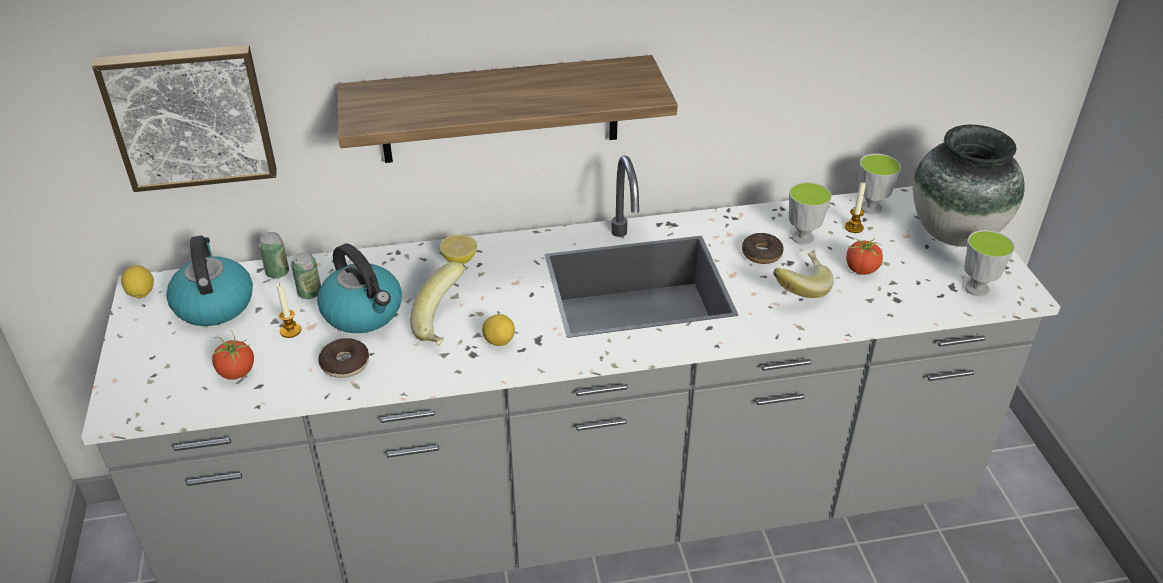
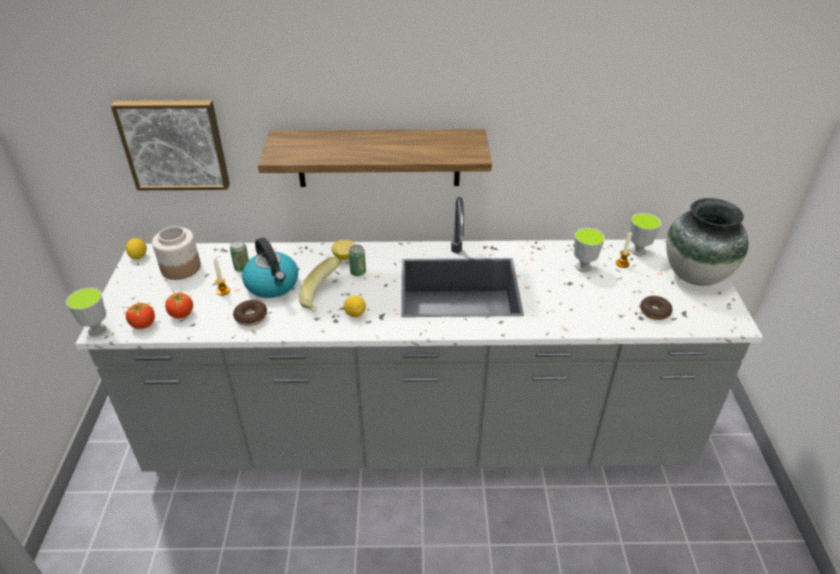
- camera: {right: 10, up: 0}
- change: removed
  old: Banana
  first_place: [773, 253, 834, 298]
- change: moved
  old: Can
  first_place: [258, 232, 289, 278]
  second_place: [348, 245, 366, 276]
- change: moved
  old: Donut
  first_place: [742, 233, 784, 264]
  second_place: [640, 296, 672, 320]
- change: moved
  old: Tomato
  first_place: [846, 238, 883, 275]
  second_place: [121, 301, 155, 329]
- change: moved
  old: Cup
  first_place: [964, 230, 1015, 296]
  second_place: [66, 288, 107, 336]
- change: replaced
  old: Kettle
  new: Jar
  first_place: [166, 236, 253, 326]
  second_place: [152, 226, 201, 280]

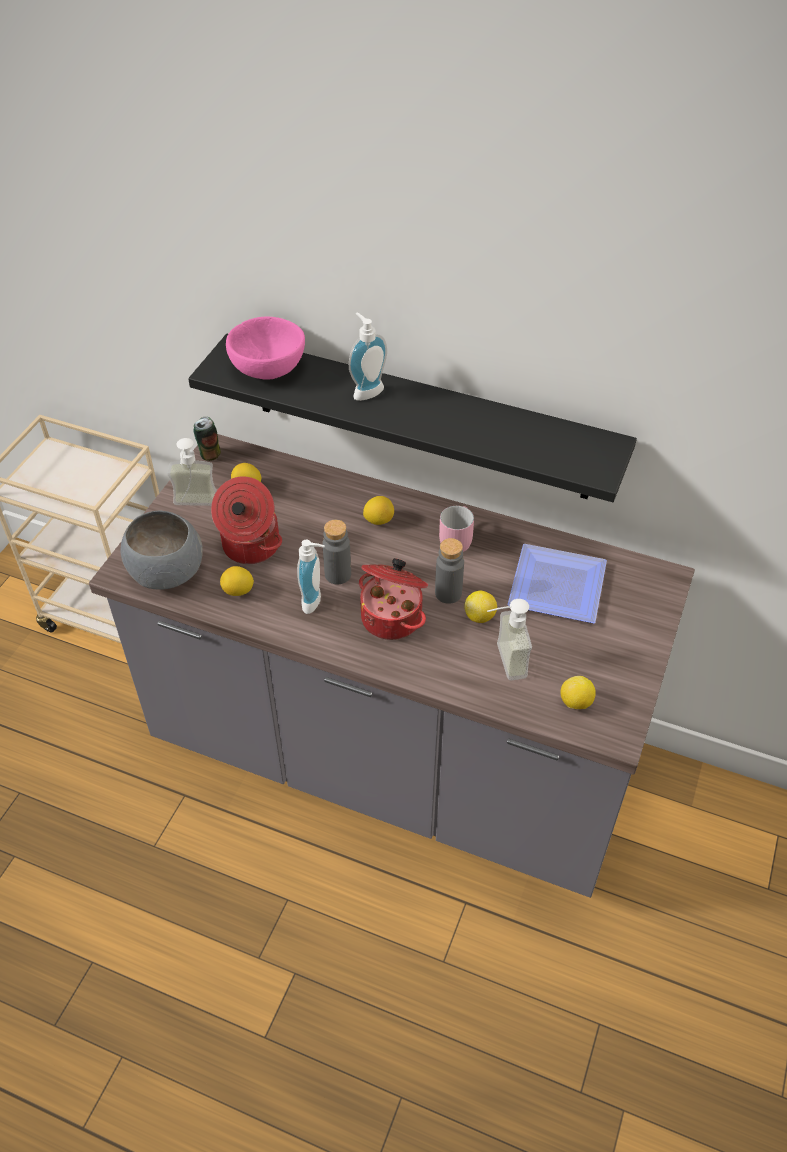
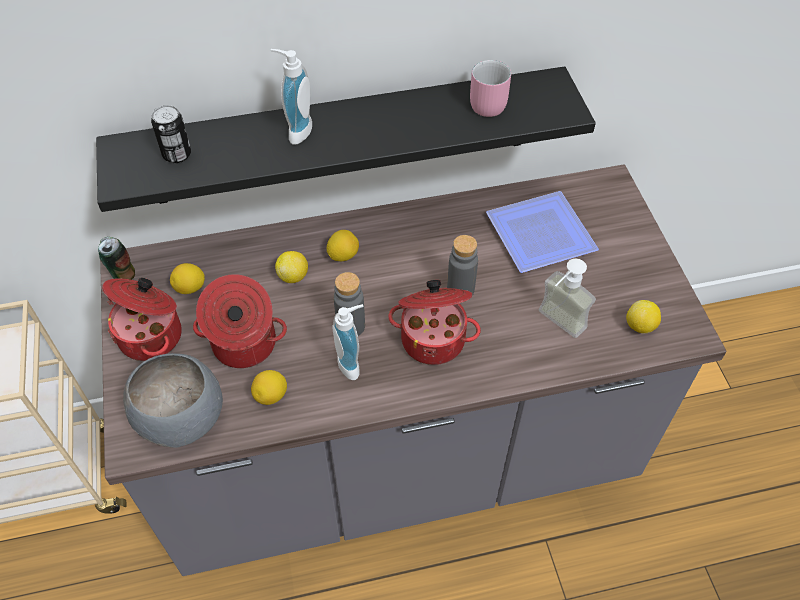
- camera: {right: -35, up: 5}
- change: moved
  old: PinkMug
  first_place: [439, 506, 474, 552]
  second_place: [470, 60, 511, 117]
- change: moved
  old: Lemon
  first_place: [464, 591, 497, 623]
  second_place: [275, 251, 308, 283]
- change: replaced
  old: SoapDispenser
  new: CookingPot
  first_place: [167, 438, 217, 506]
  second_place: [102, 278, 181, 361]
- change: replaced
  old: PinkBowl
  new: Can
  first_place: [226, 317, 305, 380]
  second_place: [151, 105, 191, 163]

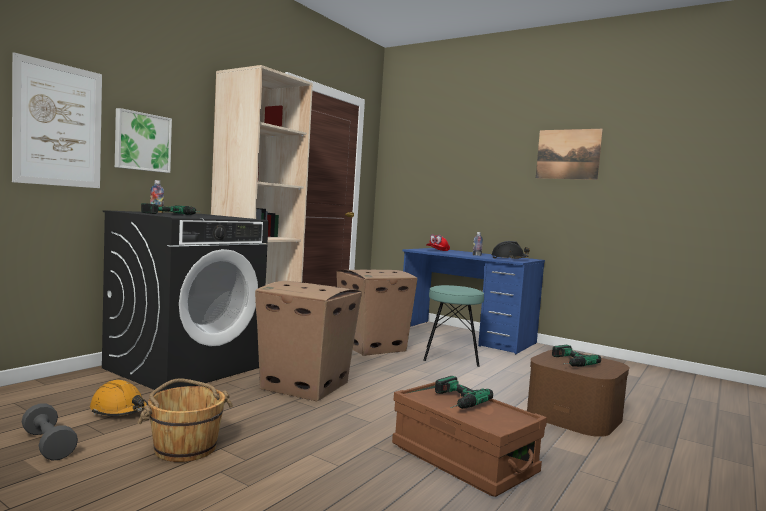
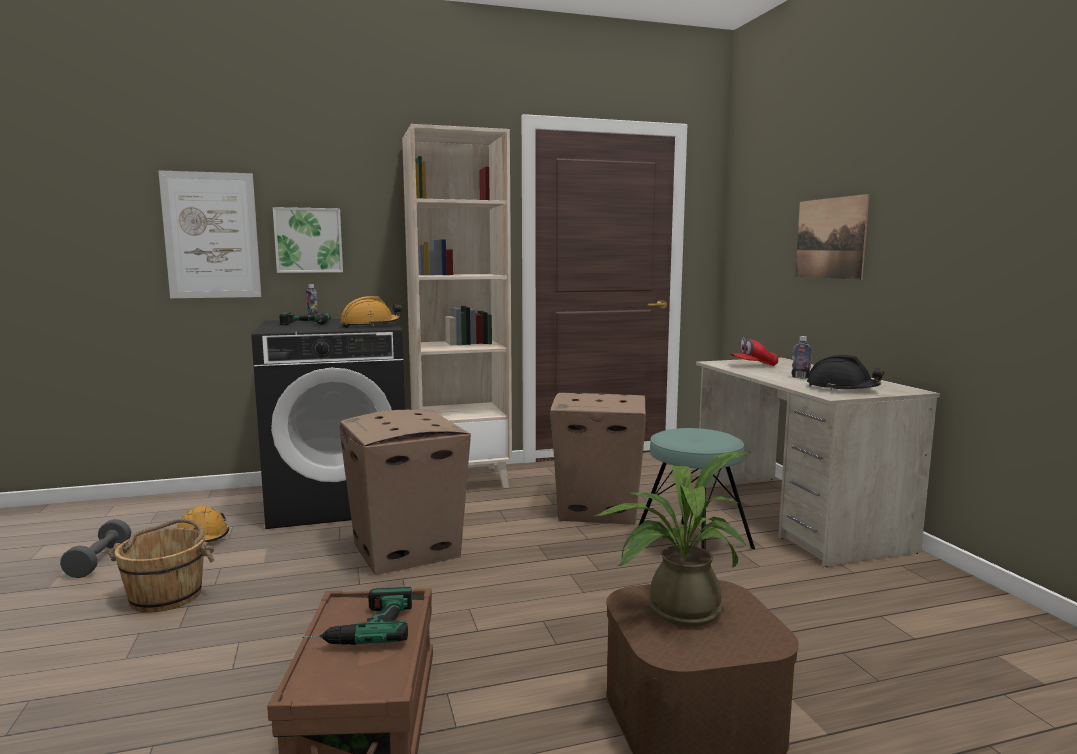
- camera: {right: 40, up: 5}
- change: added
  new: OrangeHardHat
  second_place: [340, 296, 402, 328]
- change: moved
  old: Picture
  first_place: [536, 129, 603, 180]
  second_place: [795, 194, 869, 280]
- change: replaced
  old: PowerDrill
  new: PottedPlant
  first_place: [552, 345, 601, 367]
  second_place: [594, 451, 751, 627]
- change: recoloured
  old: BlueDesk
  new: BeigeDesk
  first_place: [403, 248, 545, 355]
  second_place: [696, 357, 940, 567]

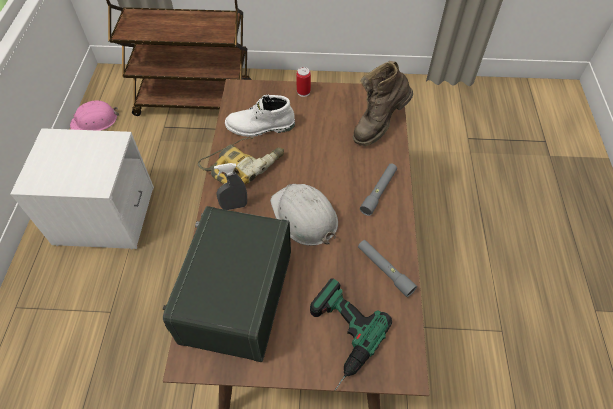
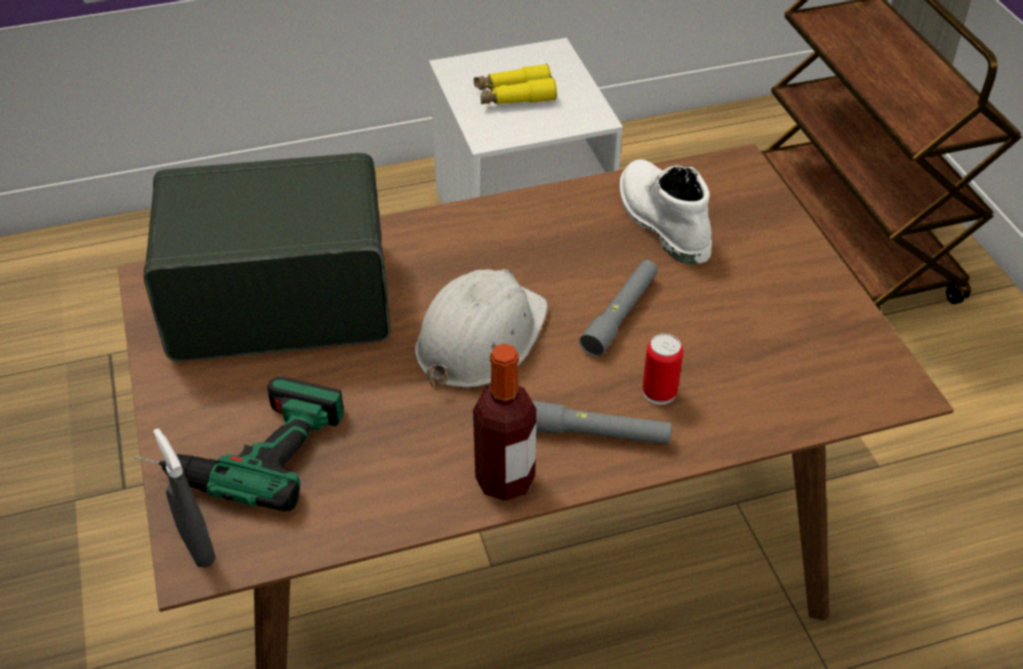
- camera: {right: 70, up: -10}
- change: removed
  old: PinkHardHat
  first_place: [70, 100, 119, 131]
- change: removed
  old: PowerDrill
  first_place: [198, 137, 284, 184]
- change: removed
  old: BrownBoot
  first_place: [353, 61, 413, 146]
- change: added
  new: Bottle
  second_place: [473, 344, 536, 501]
- change: added
  new: YellowBinoculars
  second_place: [474, 64, 557, 104]
- change: moved
  old: GreySprayBottle
  first_place: [214, 163, 247, 210]
  second_place: [153, 428, 216, 568]
- change: moved
  old: Can
  first_place: [296, 67, 311, 97]
  second_place: [643, 334, 683, 405]
- change: moved
  old: GreyFlashlight
  first_place: [358, 240, 417, 297]
  second_place: [579, 260, 658, 357]

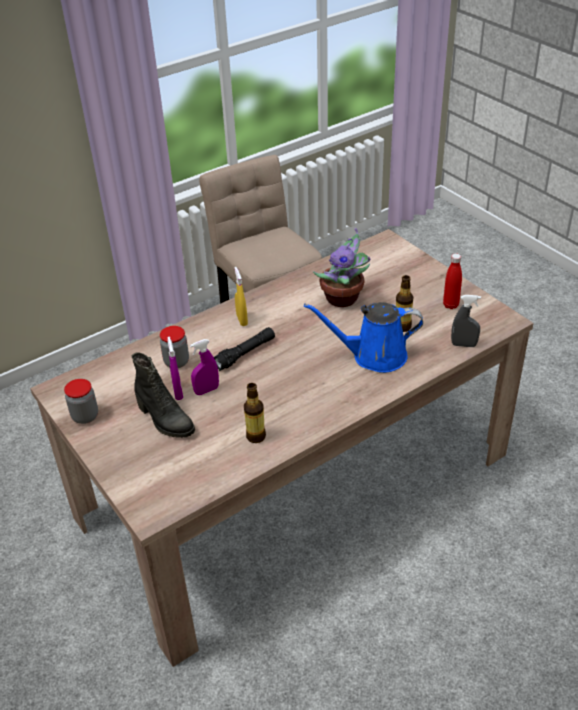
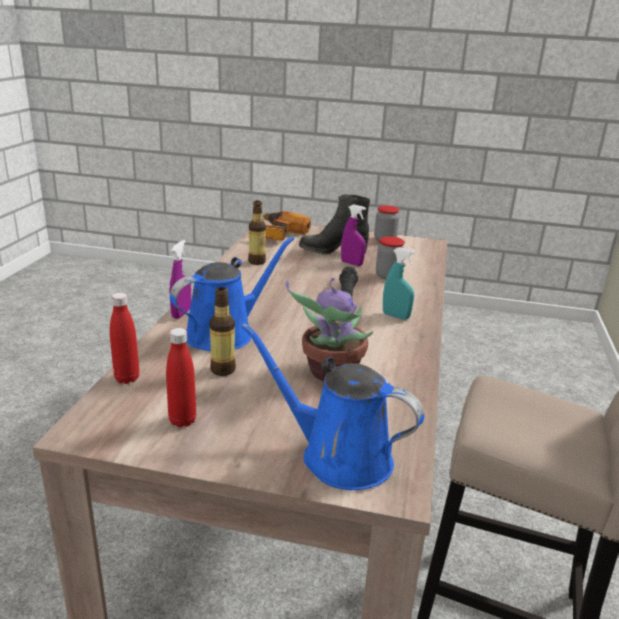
- camera: {right: 135, up: -15}
- change: added
  new: BlueWateringCan
  second_place: [241, 323, 424, 490]
- change: added
  new: PowerDrill
  second_place: [262, 211, 311, 241]
- change: moved
  old: PurpleSprayBottle
  first_place: [190, 339, 219, 395]
  second_place: [169, 240, 191, 319]
- change: replaced
  old: GreySprayBottle
  new: RedBottle
  first_place: [451, 295, 481, 347]
  second_place: [110, 293, 139, 384]
- change: recoloured
  old: YellowSprayBottle
  new: TurquoiseSprayBottle
  first_place: [234, 267, 248, 326]
  second_place: [383, 247, 416, 320]

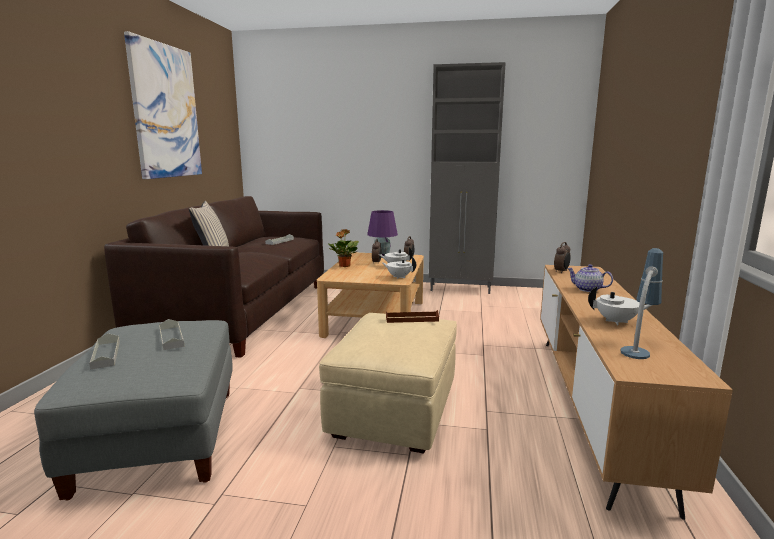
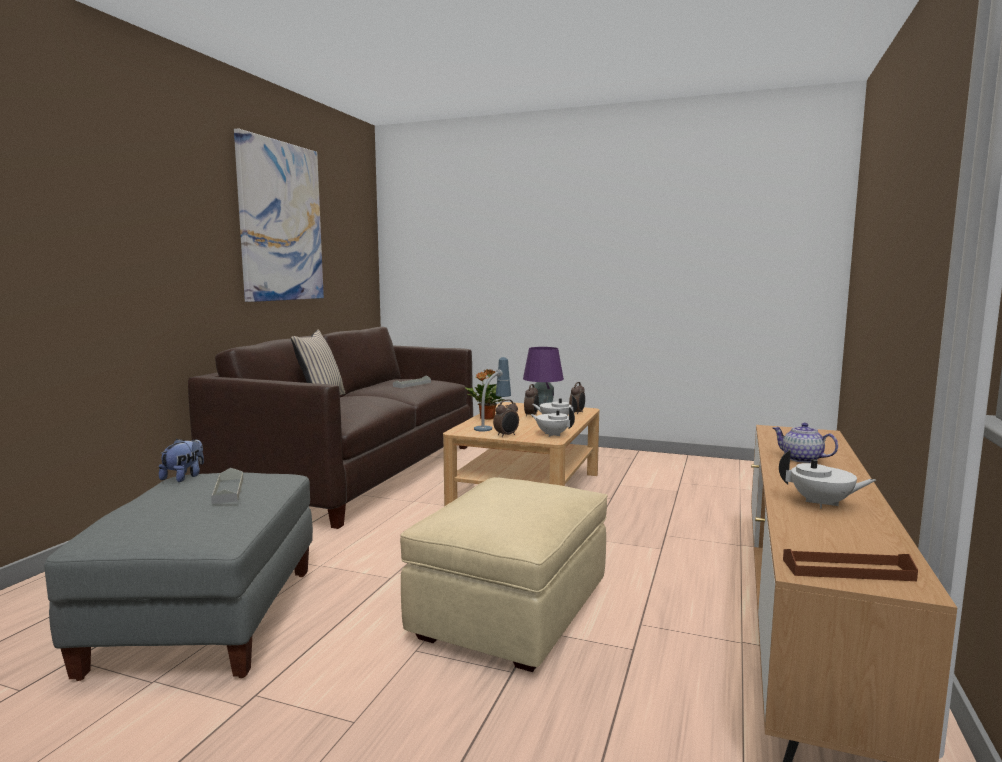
- camera: {right: 10, up: -5}
- change: removed
  old: GreyTray
  first_place: [89, 333, 120, 370]
- change: removed
  old: GreyCabinet
  first_place: [429, 62, 506, 294]
- change: added
  new: PlushToy
  second_place: [159, 439, 204, 482]
- change: moved
  old: BrownTray
  first_place: [386, 310, 439, 323]
  second_place: [783, 549, 918, 581]
- change: moved
  old: AlarmClock
  first_place: [554, 242, 571, 273]
  second_place: [493, 399, 519, 437]
- change: moved
  old: TableLamp
  first_place: [621, 248, 663, 359]
  second_place: [474, 357, 511, 431]

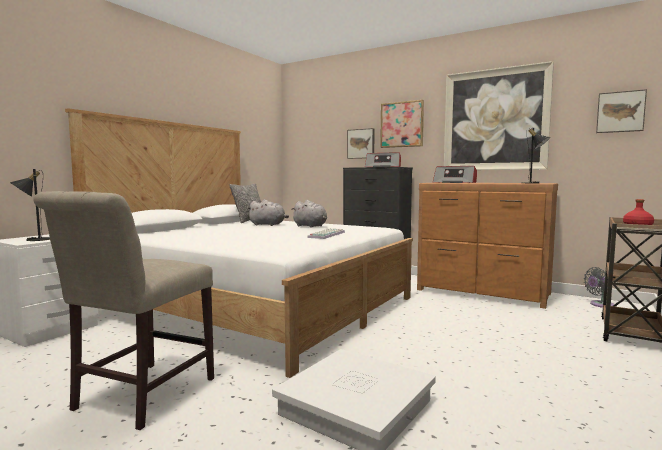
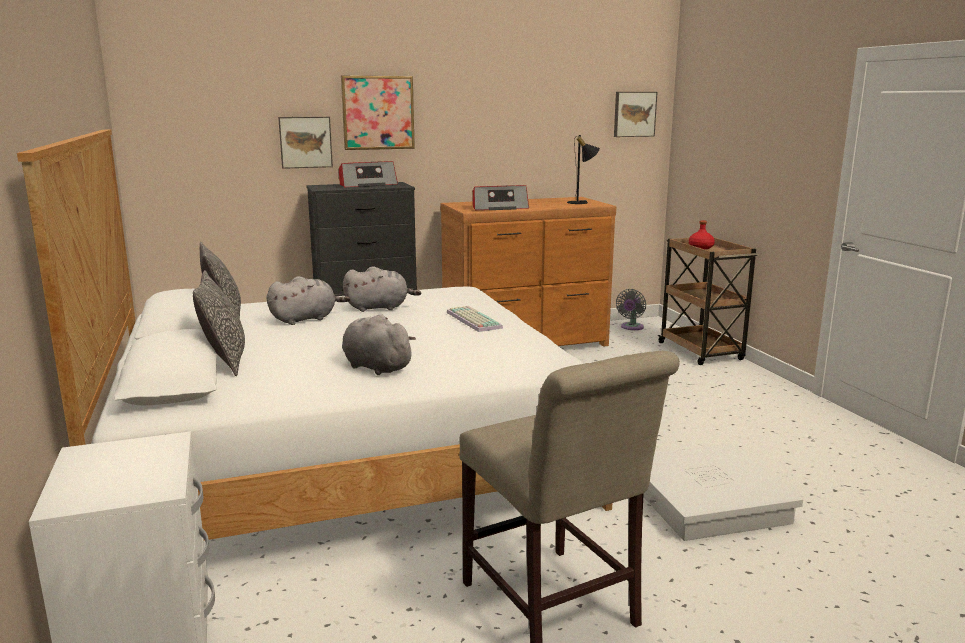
- camera: {right: -50, up: 10}
- change: removed
  old: BlackTableLamp
  first_place: [10, 169, 50, 241]
- change: removed
  old: Picture
  first_place: [444, 61, 554, 170]
- change: added
  new: Pillow
  second_place: [193, 270, 245, 376]
- change: added
  new: GreyPlushToy
  second_place: [342, 314, 416, 375]

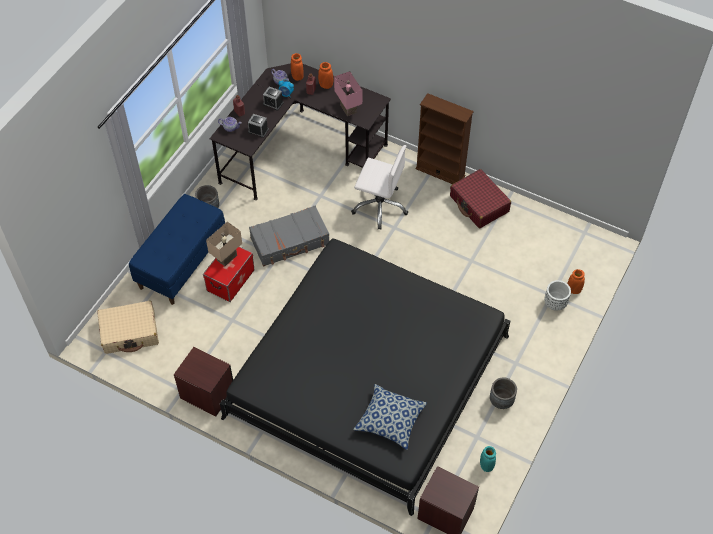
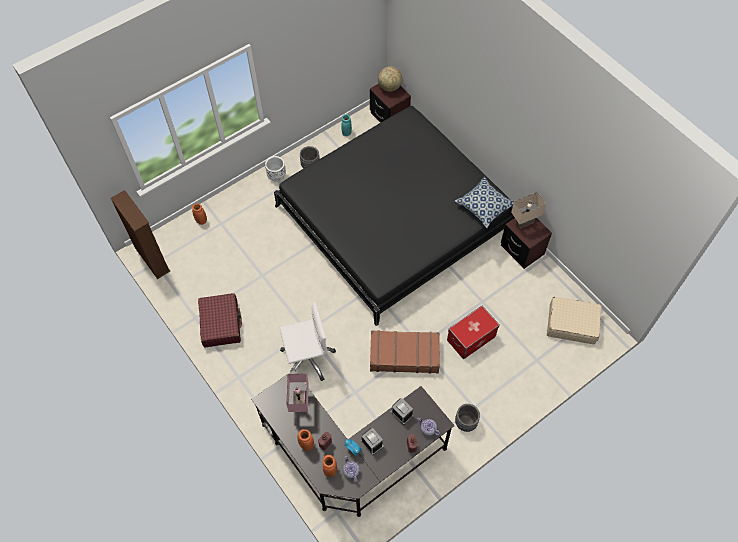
- camera: {right: -155, up: 5}
- change: removed
  old: BlueBench
  first_place: [129, 194, 225, 305]
- change: added
  new: Globe
  second_place: [378, 66, 402, 92]
- change: moved
  old: BeigeTableLamp
  first_place: [206, 222, 242, 266]
  second_place: [511, 192, 546, 229]
- change: moved
  old: Pillow
  first_place: [353, 384, 427, 450]
  second_place: [454, 177, 514, 228]
- change: moved
  old: BrownBookcase
  first_place: [415, 93, 474, 184]
  second_place: [110, 190, 170, 279]
- change: moved
  old: WhitePlanter
  first_place: [544, 280, 571, 311]
  second_place: [265, 156, 286, 182]
- change: recoloured
  old: GreySuitcase
  new: BrownSuitcase
  first_place: [249, 206, 329, 267]
  second_place: [370, 330, 440, 374]
- change: turned
  old: WhiteOfficeChair
  first_place: [351, 145, 408, 229]
  second_place: [280, 302, 336, 381]
  degrees: 120

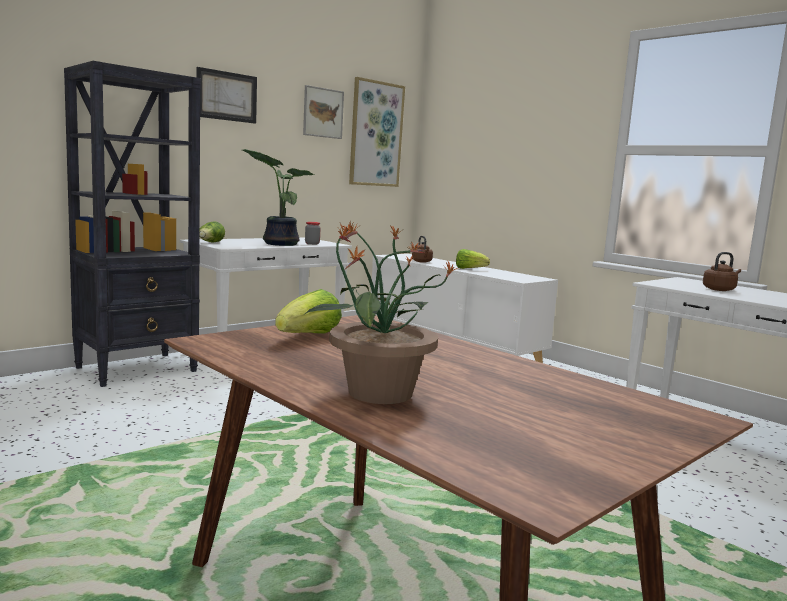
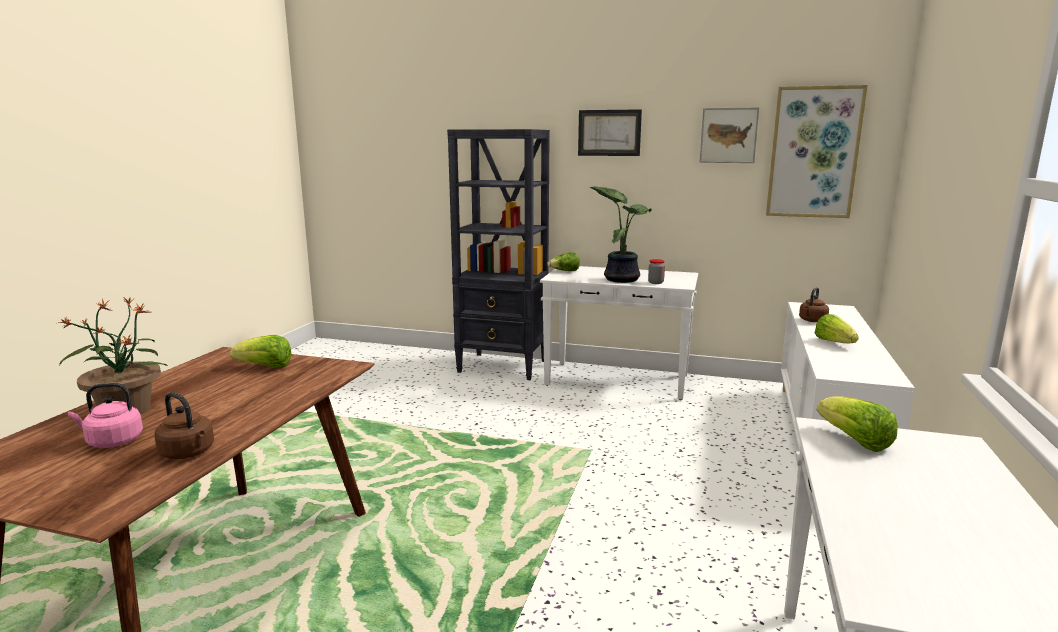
- camera: {right: 60, up: 5}
- change: added
  new: PinkKettle
  second_place: [68, 383, 143, 448]
- change: added
  new: Lettuce
  second_place: [817, 396, 898, 452]
- change: moved
  old: BrownKettle
  first_place: [703, 252, 741, 291]
  second_place: [155, 392, 214, 459]

